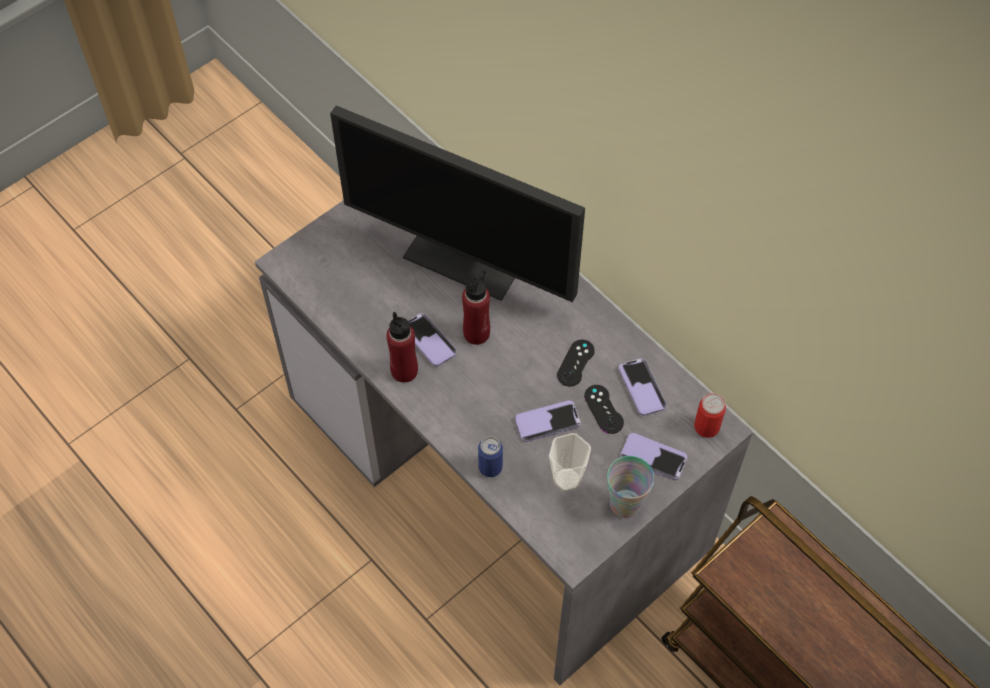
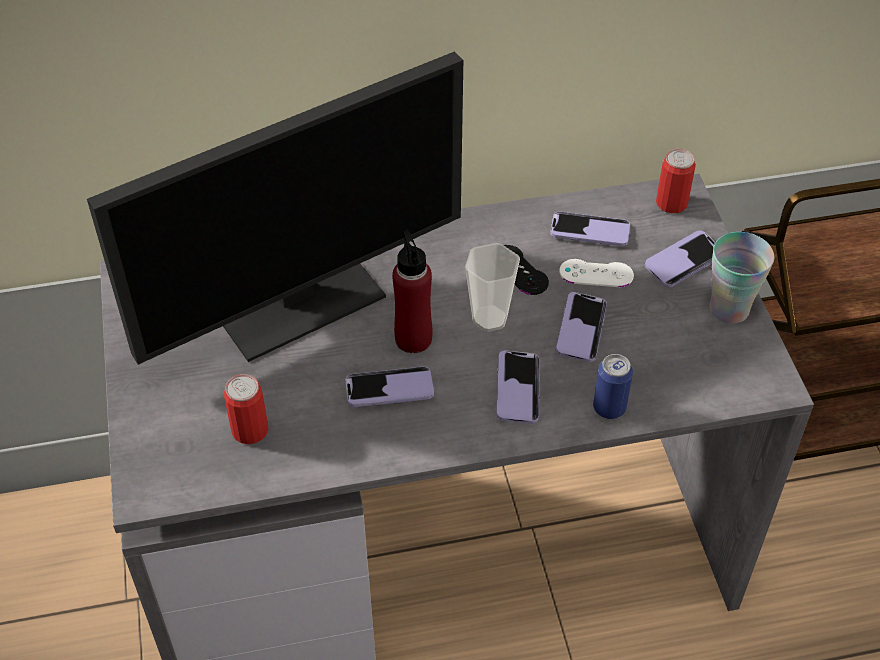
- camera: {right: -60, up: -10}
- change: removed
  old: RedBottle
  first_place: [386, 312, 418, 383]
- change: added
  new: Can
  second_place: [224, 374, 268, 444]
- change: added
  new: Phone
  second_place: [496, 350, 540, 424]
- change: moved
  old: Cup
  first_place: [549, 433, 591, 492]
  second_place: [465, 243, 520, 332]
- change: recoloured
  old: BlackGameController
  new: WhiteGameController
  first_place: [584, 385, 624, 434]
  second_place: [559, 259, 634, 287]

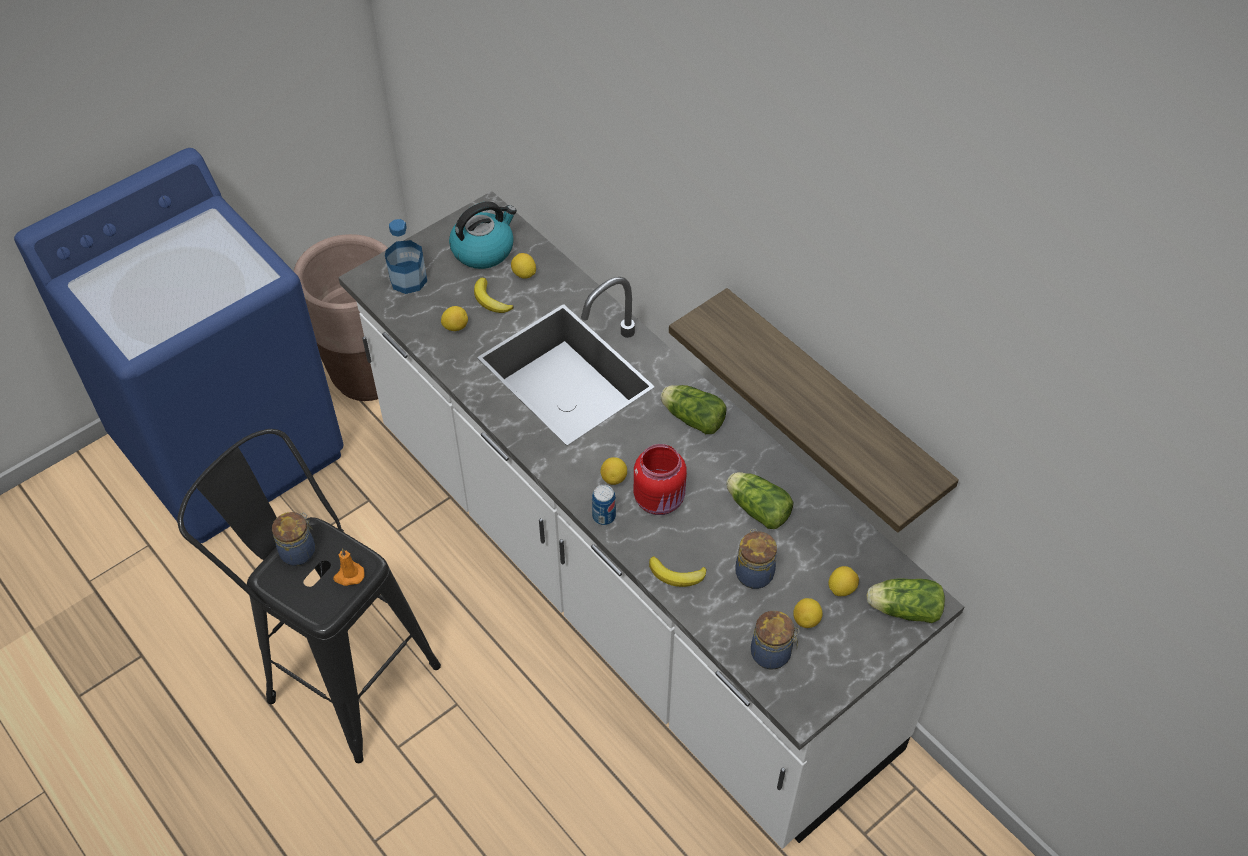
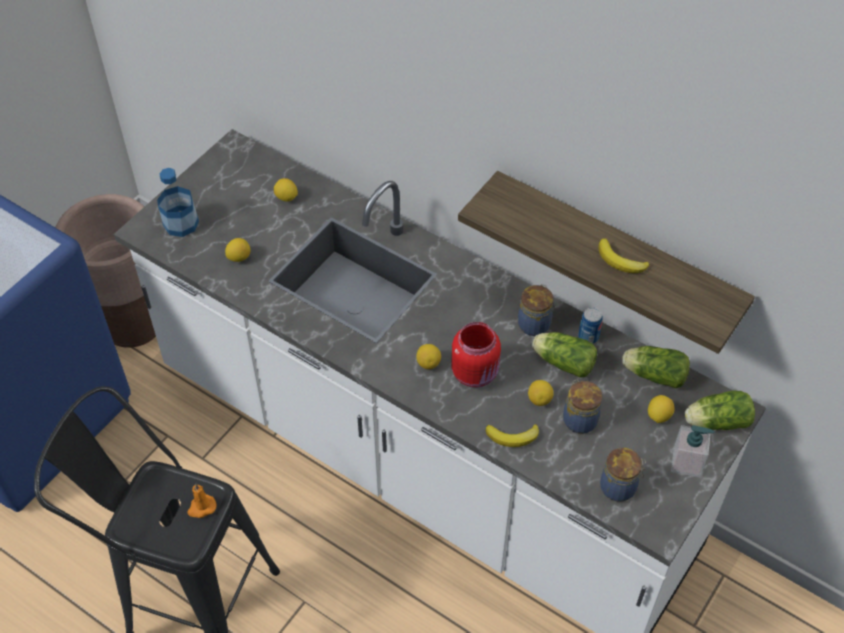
- camera: {right: -15, up: 0}
- change: removed
  old: Kettle
  first_place: [449, 201, 517, 269]
- change: added
  new: SoapDispenser
  second_place: [671, 425, 714, 477]
- change: moved
  old: Jar
  first_place: [272, 512, 315, 566]
  second_place: [518, 284, 553, 336]
- change: moved
  old: Banana
  first_place: [474, 278, 514, 313]
  second_place: [598, 238, 650, 273]
- change: moved
  old: Can
  first_place: [592, 485, 616, 525]
  second_place: [578, 307, 603, 344]
- change: moved
  old: Lettuce
  first_place: [660, 385, 727, 434]
  second_place: [622, 346, 690, 388]
- change: moved
  old: Lemon
  first_place: [793, 598, 823, 628]
  second_place: [528, 380, 554, 406]

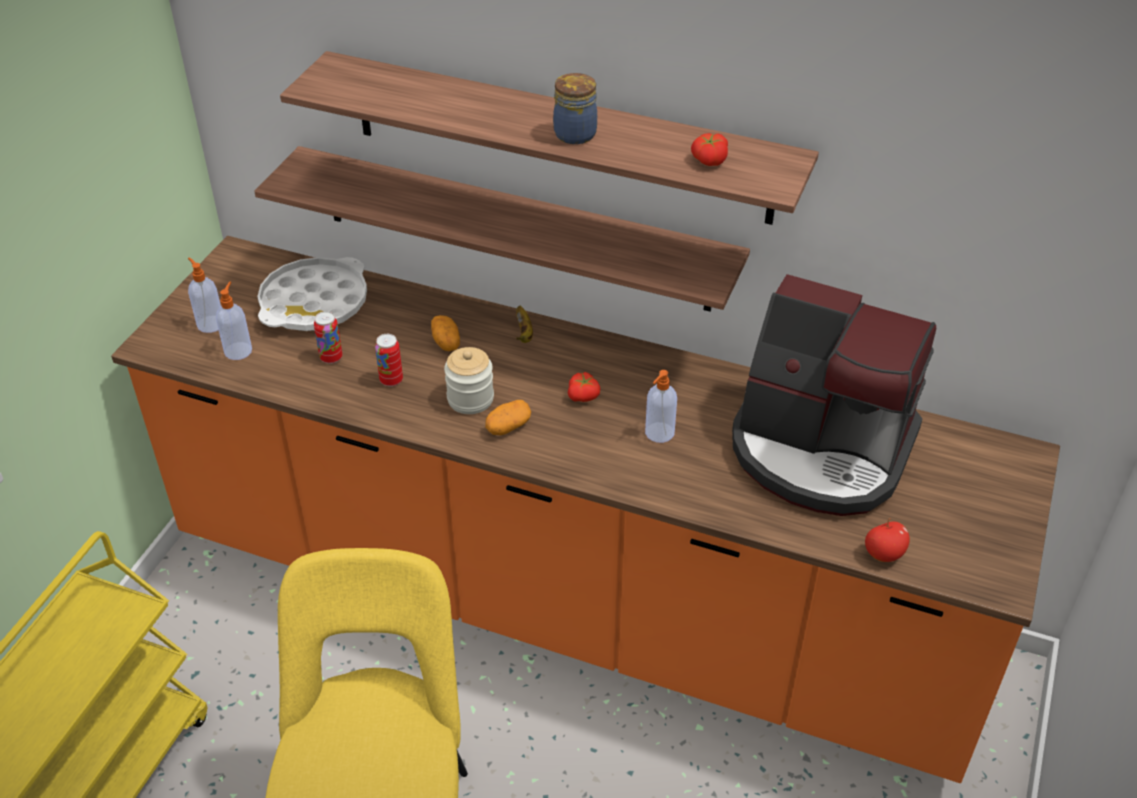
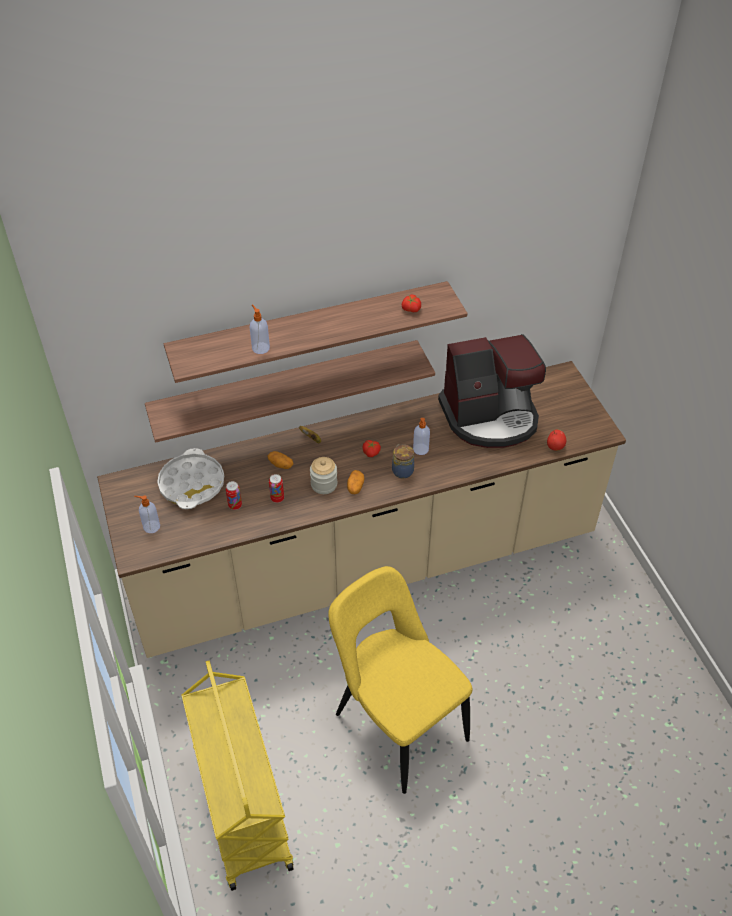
- camera: {right: -40, up: 5}
- change: moved
  old: SoapDispenser
  first_place: [216, 282, 252, 360]
  second_place: [250, 304, 270, 354]
- change: moved
  old: Jar
  first_place: [553, 73, 597, 144]
  second_place: [392, 444, 414, 478]
- change: recoloured
  old: OrangeCounter
  new: BeigeCounter
  first_place: [111, 236, 1060, 783]
  second_place: [97, 361, 626, 658]

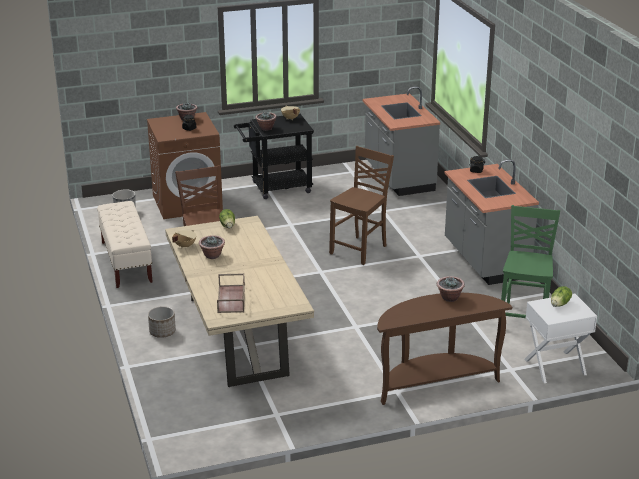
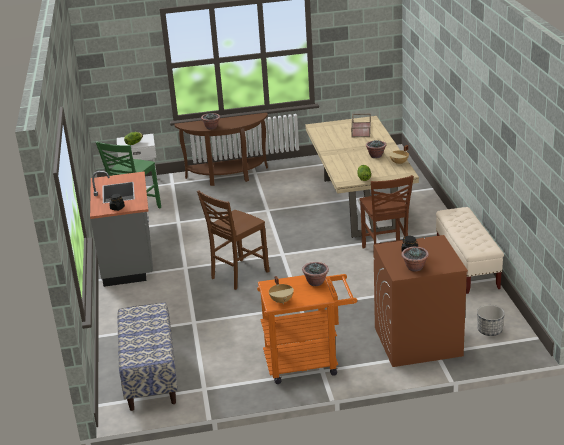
- camera: {right: -170, up: 0}
- change: removed
  old: Planter
  first_place: [148, 306, 176, 338]
- change: replaced
  old: GreyCounter
  new: Bench
  first_place: [362, 86, 440, 196]
  second_place: [117, 302, 178, 411]
- change: recoloured
  old: BlackCart
  new: OrangeCart
  first_place: [234, 114, 314, 199]
  second_place: [257, 274, 357, 384]

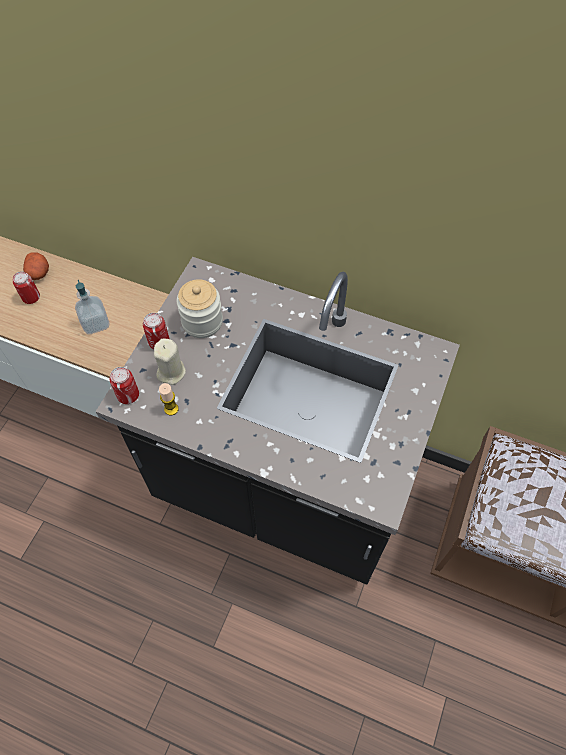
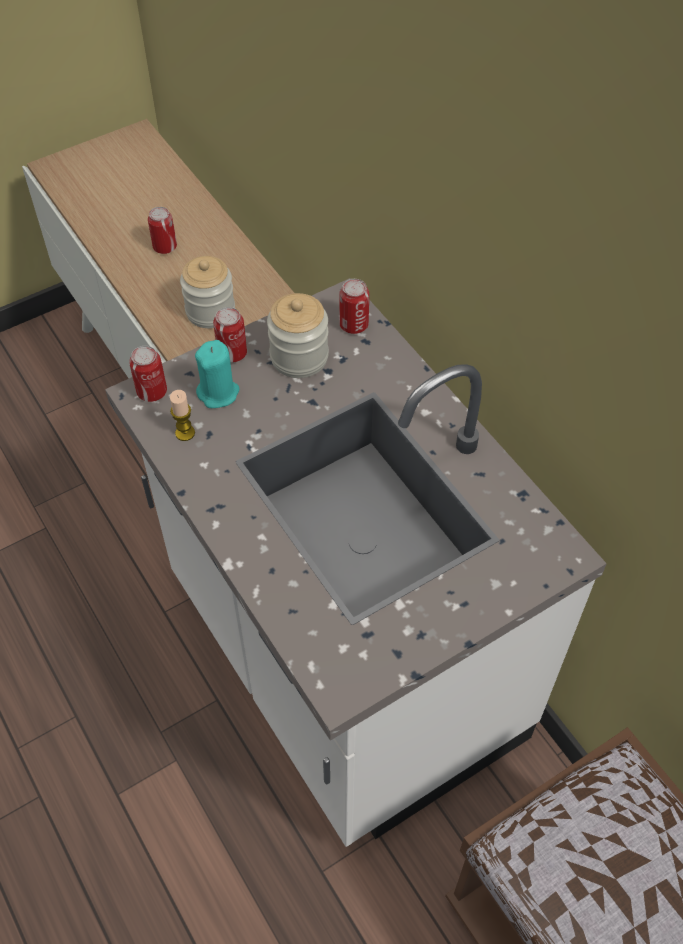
- camera: {right: 35, up: -5}
- change: removed
  old: Potato
  first_place: [23, 252, 49, 280]
- change: added
  new: Can
  second_place: [339, 279, 369, 334]
- change: replaced
  old: SoapDispenser
  new: Jar
  first_place: [75, 280, 110, 334]
  second_place: [180, 256, 235, 328]
- change: recoloured
  old: BlackCounter
  new: WhiteCounter
  first_place: [95, 257, 460, 585]
  second_place: [105, 278, 607, 847]
- change: recoloured
  old: BeigeCandle
  new: TurquoiseCandle
  first_place: [154, 338, 186, 385]
  second_place: [195, 340, 240, 408]

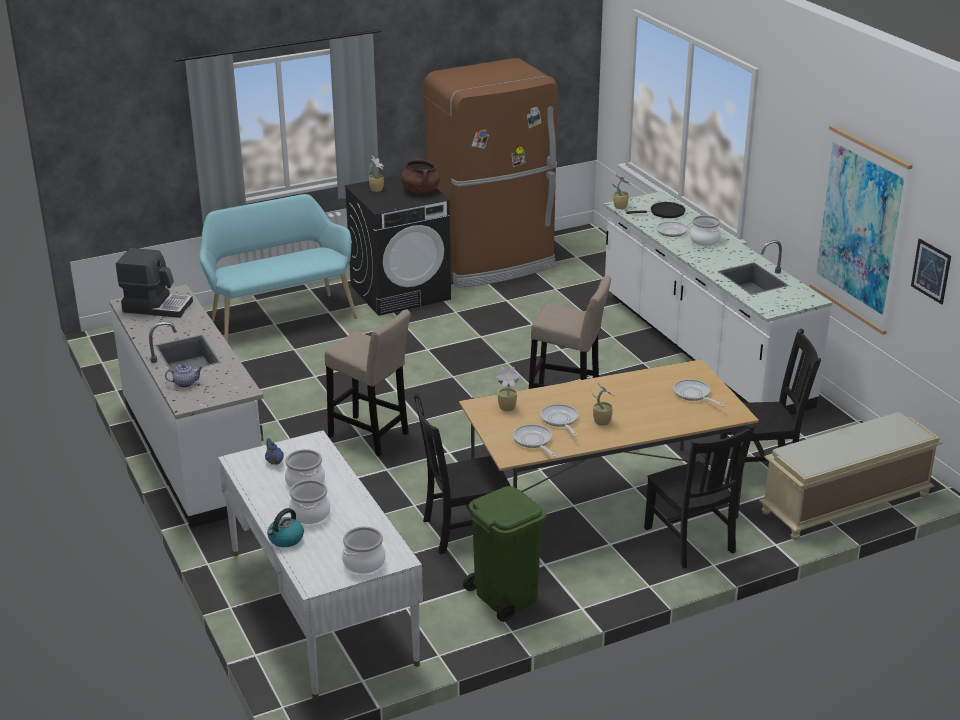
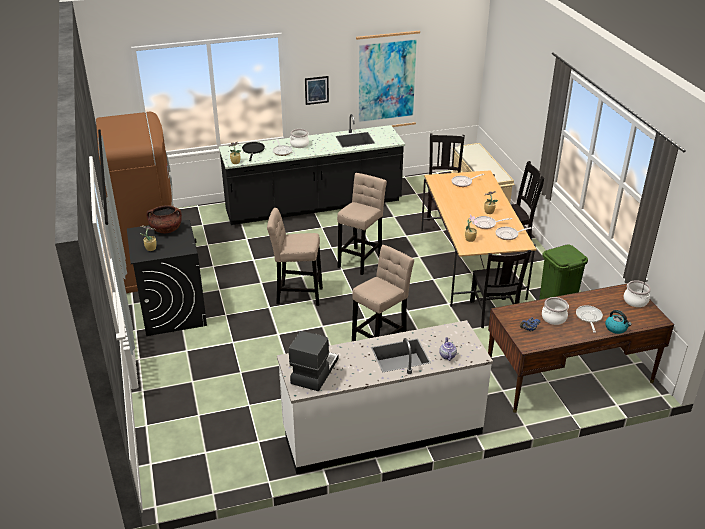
- camera: {right: -80, up: 5}
- change: removed
  old: TurquoiseBench
  first_place: [199, 194, 357, 343]
- change: added
  new: BeigeStool
  second_place: [267, 208, 323, 306]
- change: moved
  old: Picture
  first_place: [911, 239, 951, 304]
  second_place: [305, 76, 329, 105]
- change: replaced
  old: CookingPot
  new: FryingPan
  first_place: [289, 480, 330, 524]
  second_place: [576, 305, 603, 333]
- change: recoloured
  old: WhiteDesk
  new: BrownDesk
  first_place: [218, 430, 423, 700]
  second_place: [488, 283, 674, 413]
- change: recoloured
  old: WhiteCounter
  new: BlackCounter
  first_place: [604, 191, 832, 415]
  second_place: [219, 114, 405, 225]

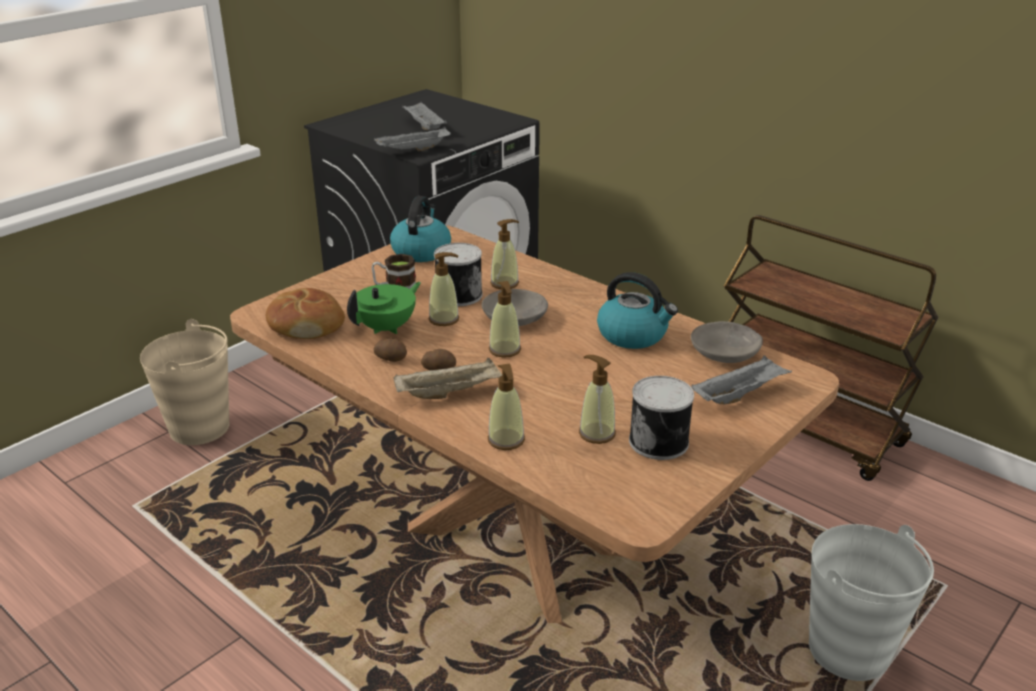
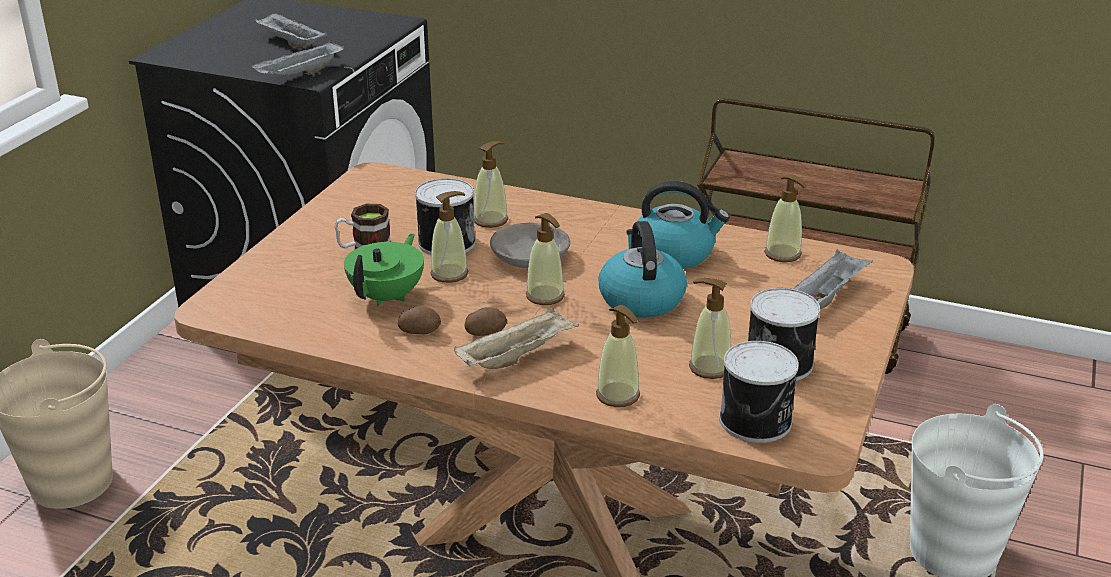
- camera: {right: -20, up: 0}
- change: removed
  old: Bread
  first_place: [266, 288, 345, 339]
- change: added
  new: Can
  second_place: [719, 341, 799, 443]
- change: moved
  old: Kettle
  first_place: [390, 196, 451, 262]
  second_place: [599, 221, 687, 318]
- change: replaced
  old: GreyBowl
  new: SoapDispenser
  first_place: [691, 321, 763, 363]
  second_place: [764, 174, 807, 262]

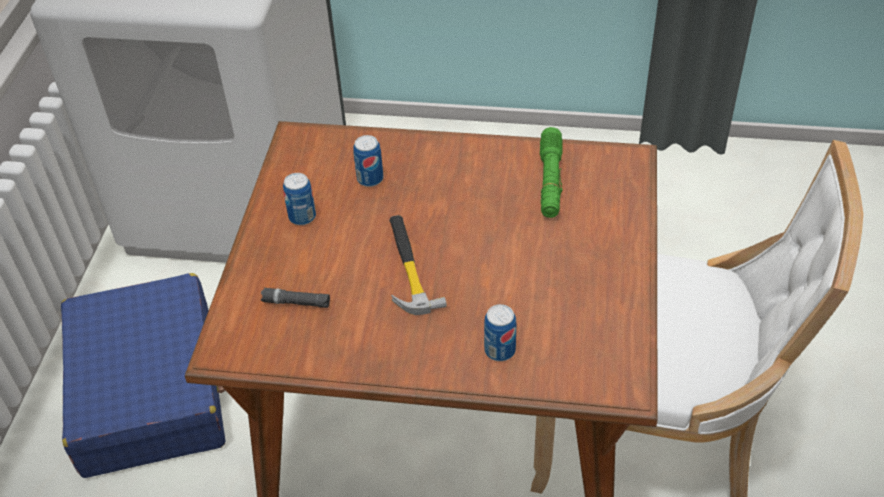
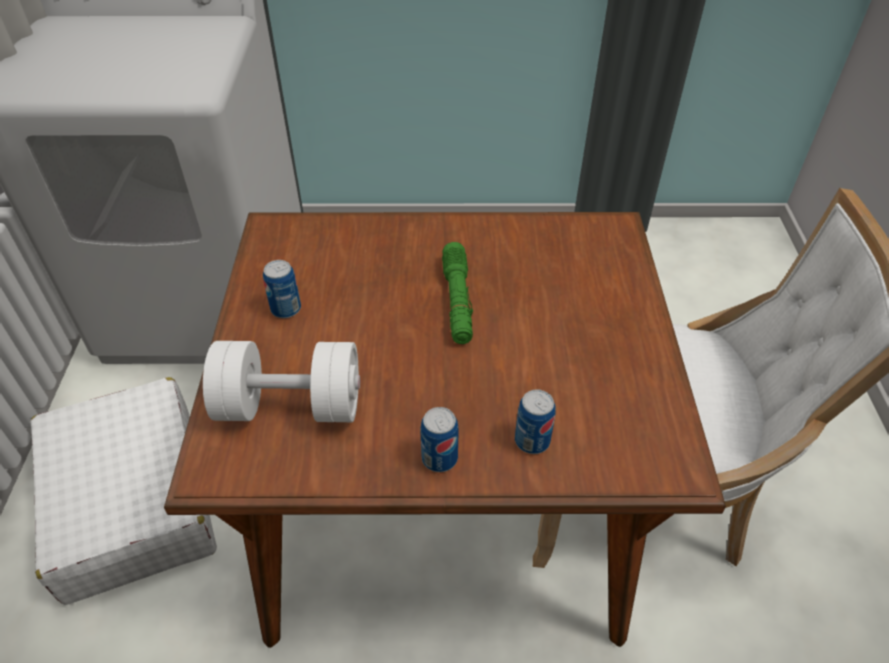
- camera: {right: -10, up: 0}
- change: removed
  old: Hammer
  first_place: [389, 215, 447, 315]
- change: moved
  old: Can
  first_place: [353, 135, 383, 187]
  second_place: [420, 407, 459, 472]
- change: moved
  old: GreenFlashlight
  first_place: [540, 127, 563, 218]
  second_place: [442, 242, 473, 344]
- change: replaced
  old: BlackFlashlight
  new: WhiteDumbbell
  first_place: [261, 288, 330, 308]
  second_place: [203, 341, 360, 422]
- change: recoloured
  old: BlueSuitcase
  new: WhiteSuitcase
  first_place: [61, 273, 226, 478]
  second_place: [31, 377, 217, 605]

